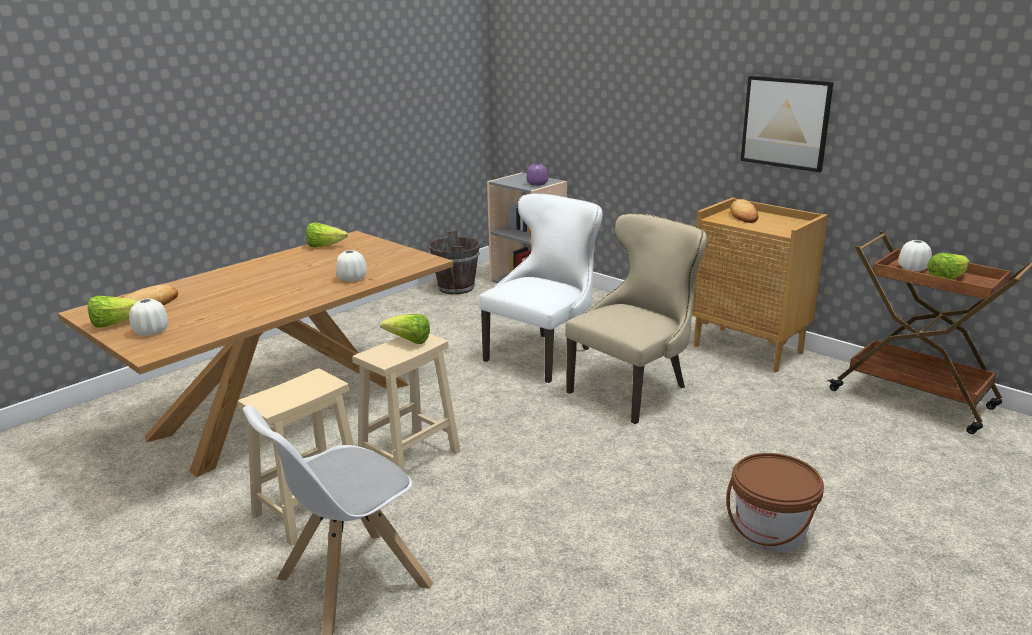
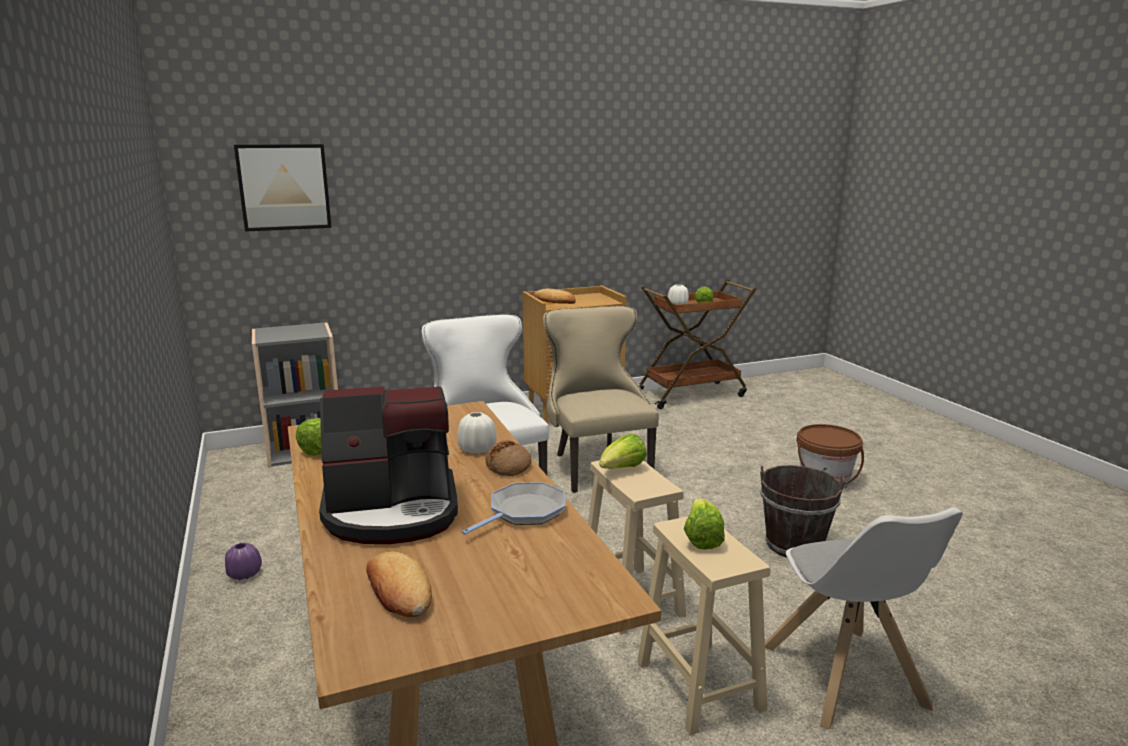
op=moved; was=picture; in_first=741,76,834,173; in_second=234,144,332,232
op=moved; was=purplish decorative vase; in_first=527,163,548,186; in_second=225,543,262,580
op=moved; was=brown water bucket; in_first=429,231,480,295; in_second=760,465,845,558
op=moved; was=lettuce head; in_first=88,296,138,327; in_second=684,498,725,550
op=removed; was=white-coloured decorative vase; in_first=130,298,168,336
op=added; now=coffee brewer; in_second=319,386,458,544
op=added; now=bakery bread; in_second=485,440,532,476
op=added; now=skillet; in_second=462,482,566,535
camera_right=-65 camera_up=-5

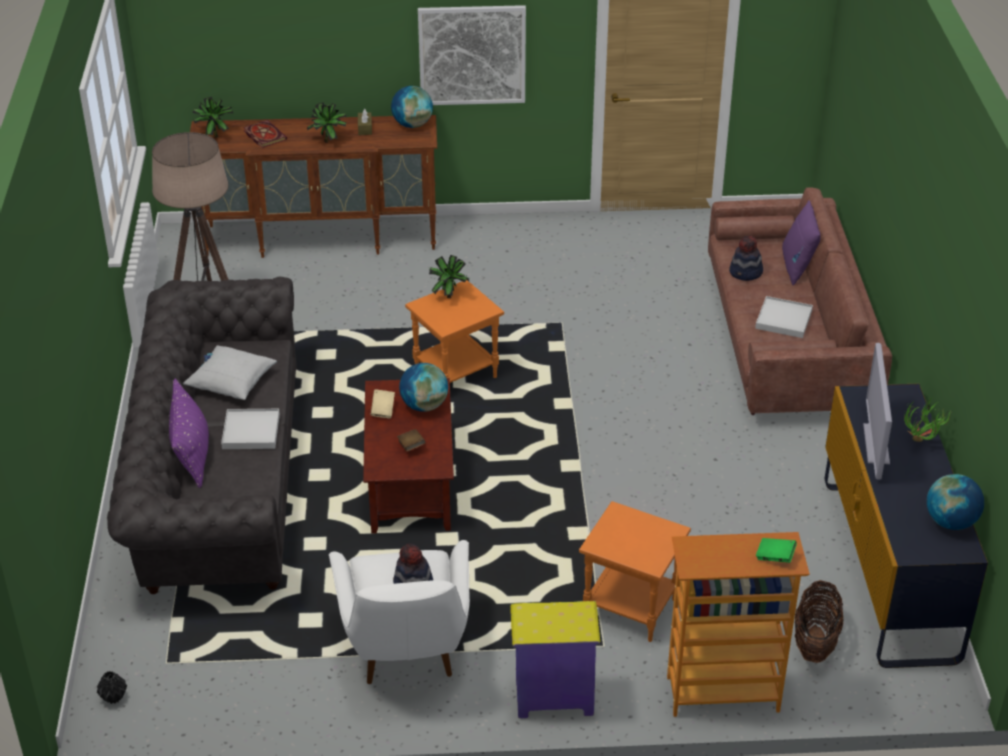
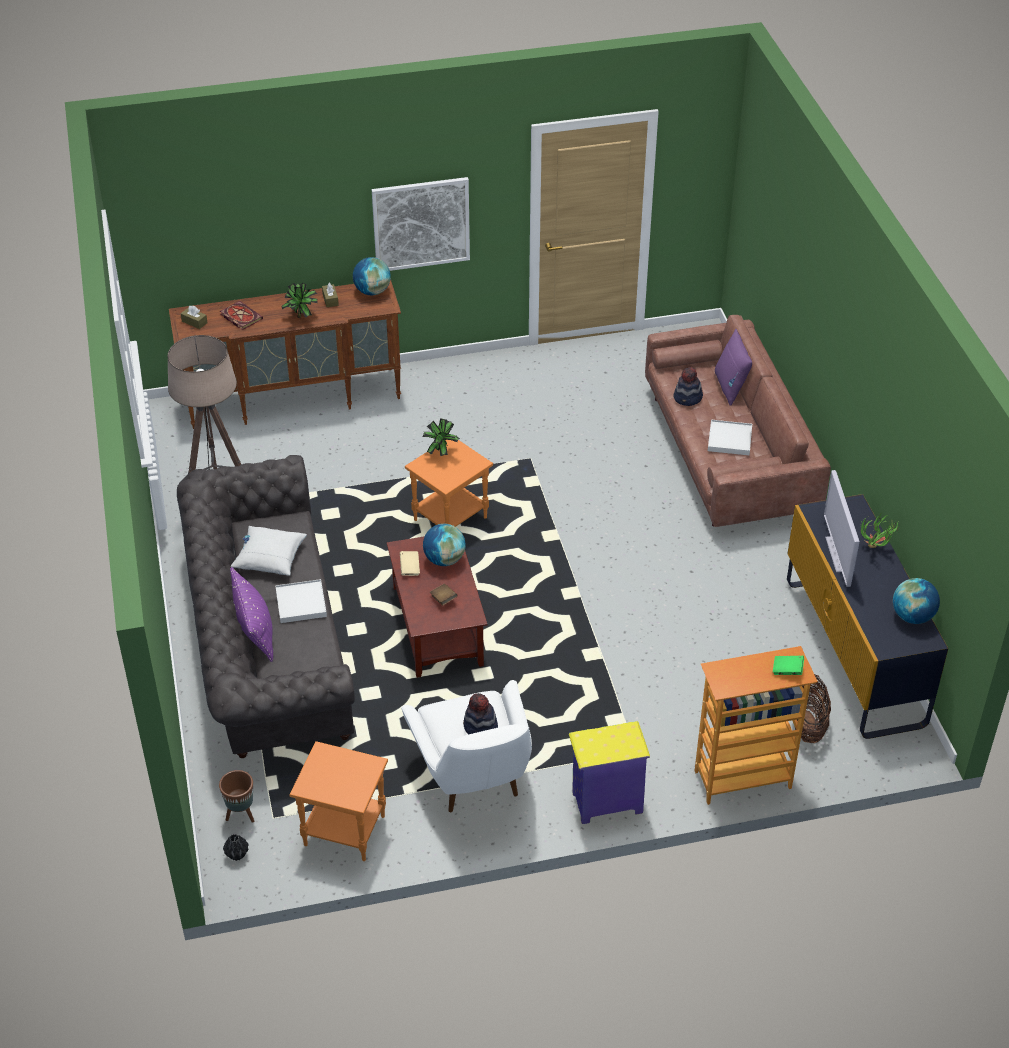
op=replaced; was=plant in a pot; now=brown tissue holder; in_first=192,97,233,138; in_second=181,305,207,329
op=moved; was=orangey end table; in_first=579,501,691,642; in_second=289,741,388,861
op=added; now=brown plant pot; in_second=219,770,254,823
camera_right=-10 camera_up=5

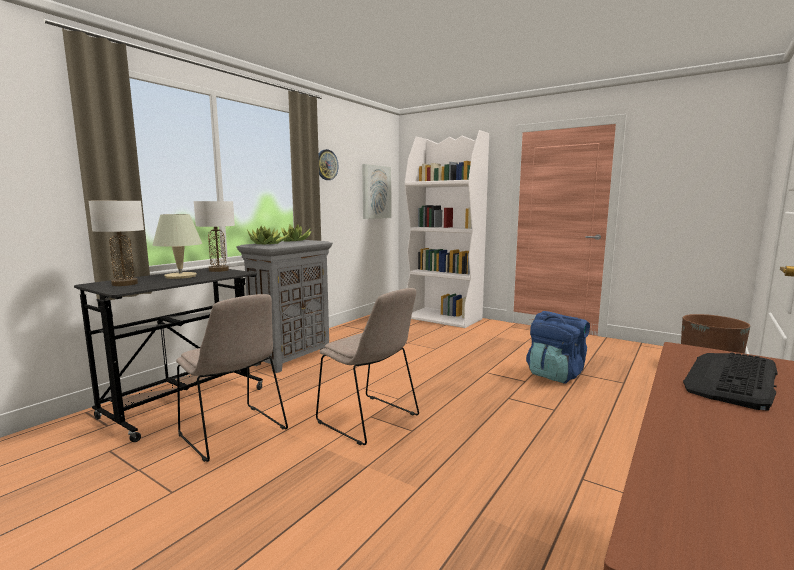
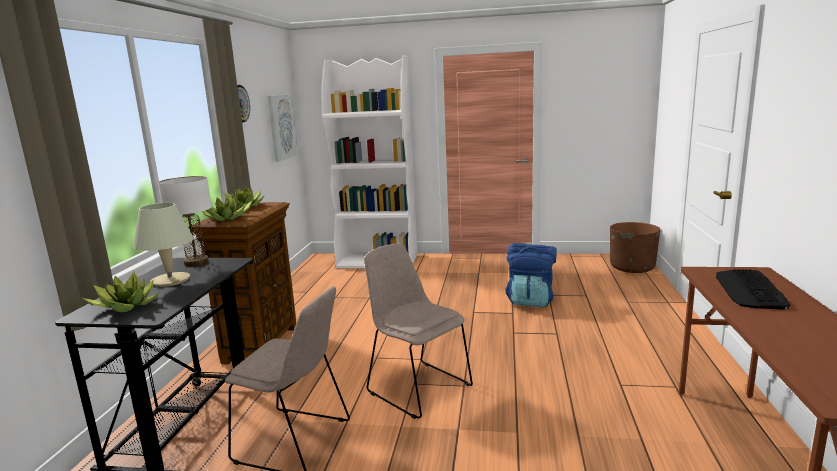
op=replaced; was=lamp for a table; now=plant in a pot; in_first=89,201,144,286; in_second=82,271,160,312
op=recoloured; was=gray cabinet; now=brown cabinet; in_first=236,240,333,373; in_second=188,202,296,364
op=turned; was=beige-coloured plain chair; in_first=316,288,419,445; in_second=364,244,473,419; clockwise=-150
camera_right=-25 camera_up=5

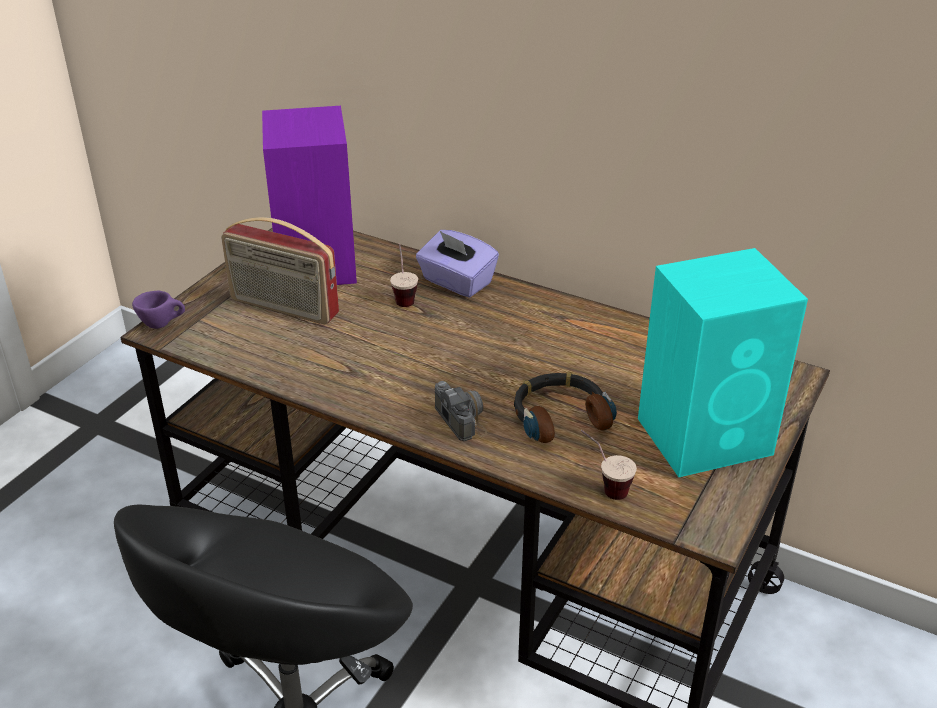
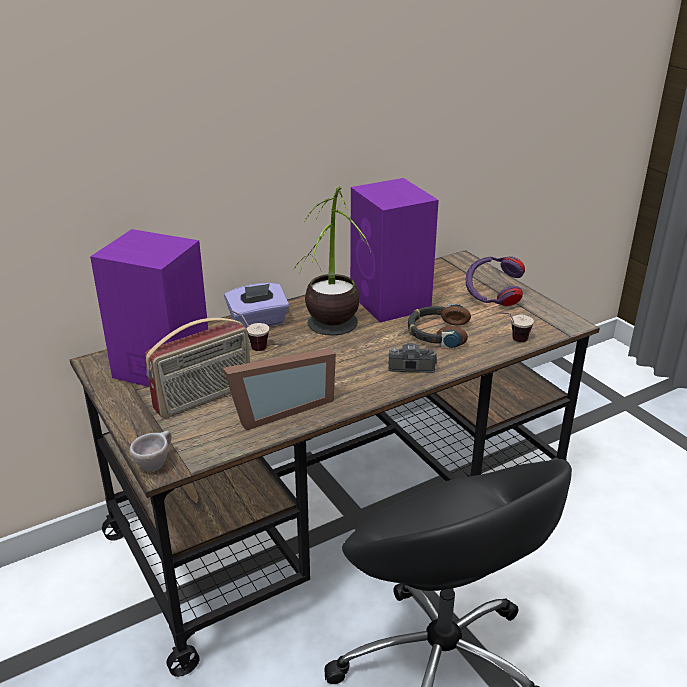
op=replaced; was=blue-green loudspeaker; now=purplish pair of headphones; in_first=638,248,808,477; in_second=466,256,525,306
op=recoloured; was=purplish drinking cup; now=beige-coloured drinking cup; in_first=132,291,185,329; in_second=130,431,172,471
op=added; now=purplish loudspeaker; in_second=350,178,439,323
op=added; now=plant in a pot; in_second=294,186,371,336
op=added; now=photo frame; in_second=223,348,336,431
camera_right=-60 camera_up=-5

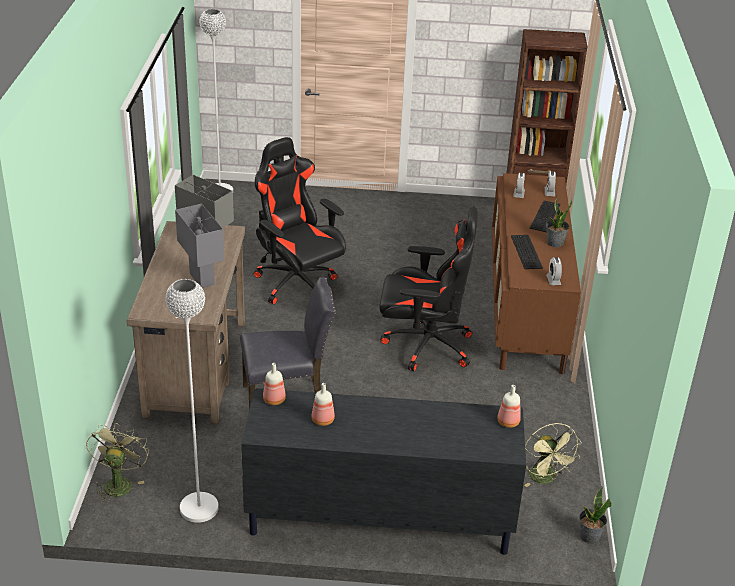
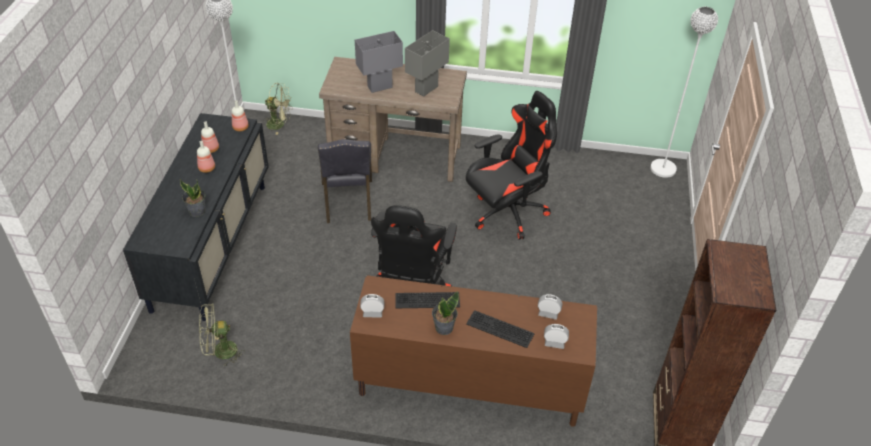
op=moved; was=beverage bottle; in_first=497,385,521,428; in_second=197,141,215,173
op=moved; was=plant in a pot; in_first=579,487,612,544; in_second=180,179,206,217
camera_right=95 camera_up=10

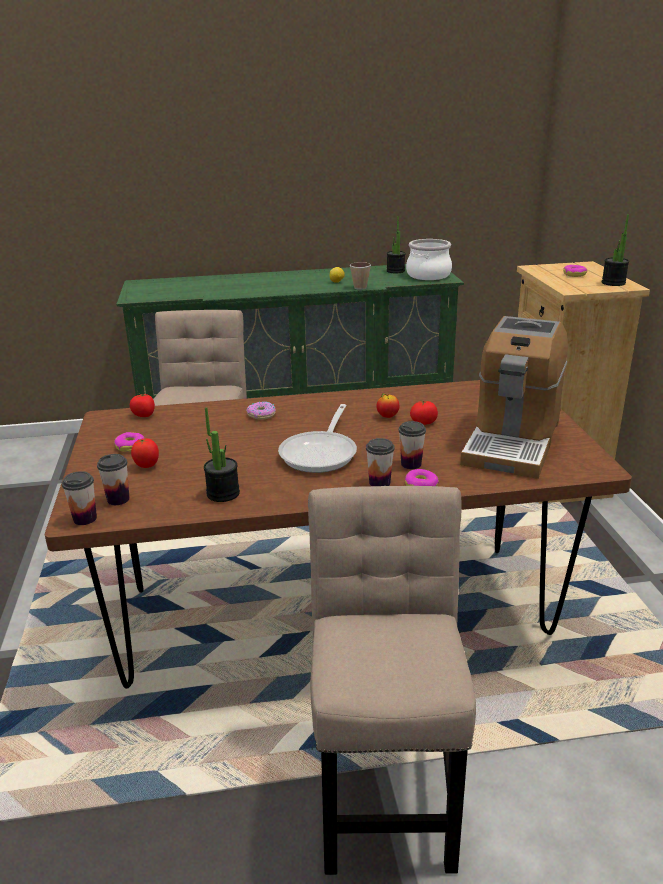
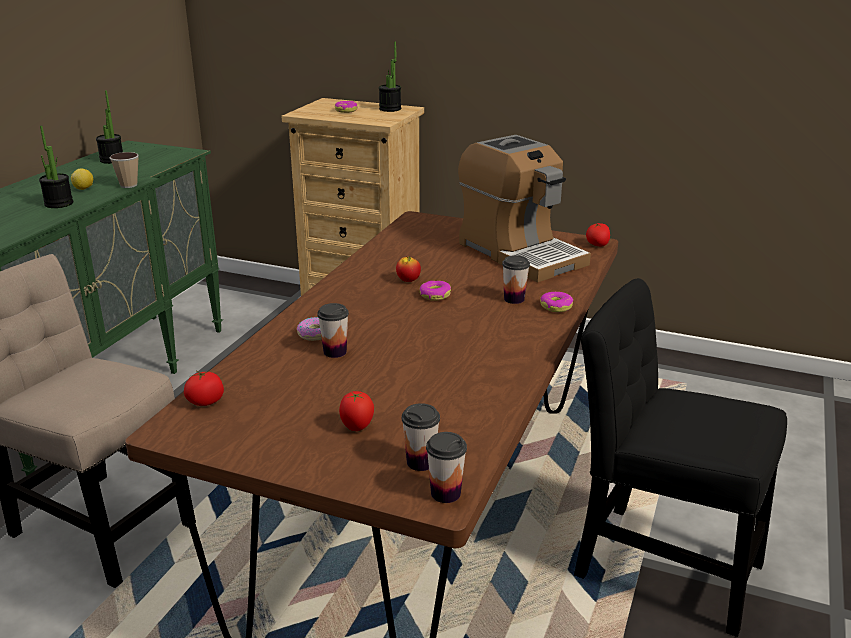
op=removed; was=stockpot; in_first=406,239,452,280
op=moved; was=tomato; in_first=410,400,438,425; in_second=586,223,610,246
op=removed; was=skillet; in_first=278,404,357,473
op=moved; was=plant in a pot; in_first=204,407,240,502; in_second=39,125,73,208
op=moved; was=ring doughnut; in_first=114,432,145,452; in_second=420,281,451,301
op=moved; was=drinking cup; in_first=366,438,395,486; in_second=317,303,349,358
op=recoloured; was=beige-coloured plain chair; now=black-coloured plain chair; in_first=308,486,476,875; in_second=574,278,787,637
camera_right=-60 camera_up=0

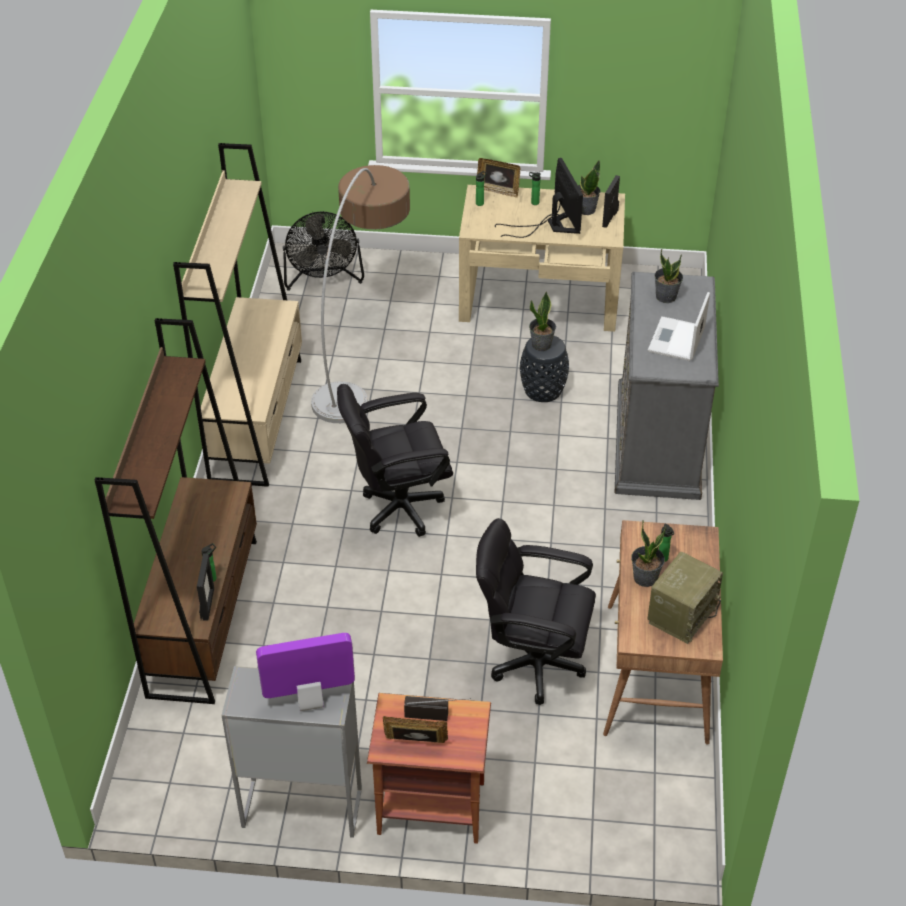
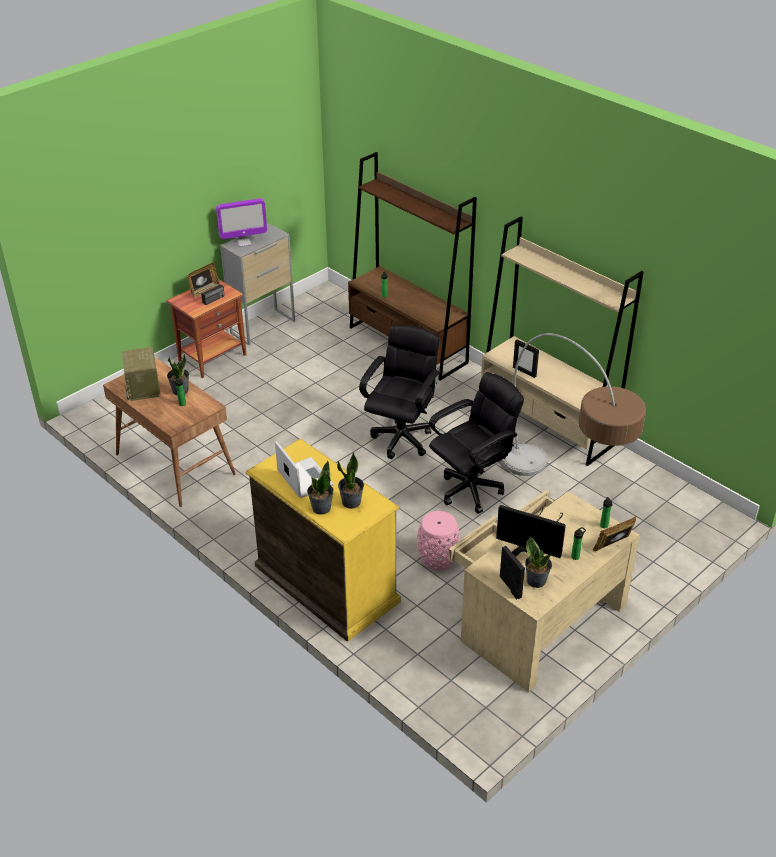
op=removed; was=black-coloured cooling fan; in_first=283,211,364,291
op=recoloured; was=gray dresser; now=yellow-coloured dresser; in_first=615,272,719,500; in_second=245,439,401,641
op=moved; was=plant in a pot; in_first=529,292,556,351; in_second=307,461,334,515
op=recoloured; was=black-coloured stool; now=pinkish stool; in_first=520,336,569,402; in_second=417,511,460,571
op=moved; was=black-coloured computer chair; in_first=476,518,596,705; in_second=429,372,524,514
op=moved; was=photo frame; in_first=197,554,214,621; in_second=513,339,539,378
op=turned; was=computer display; in_first=256,633,355,711; in_second=216,198,267,247; clockwise=45
camera_right=130 camera_up=-5

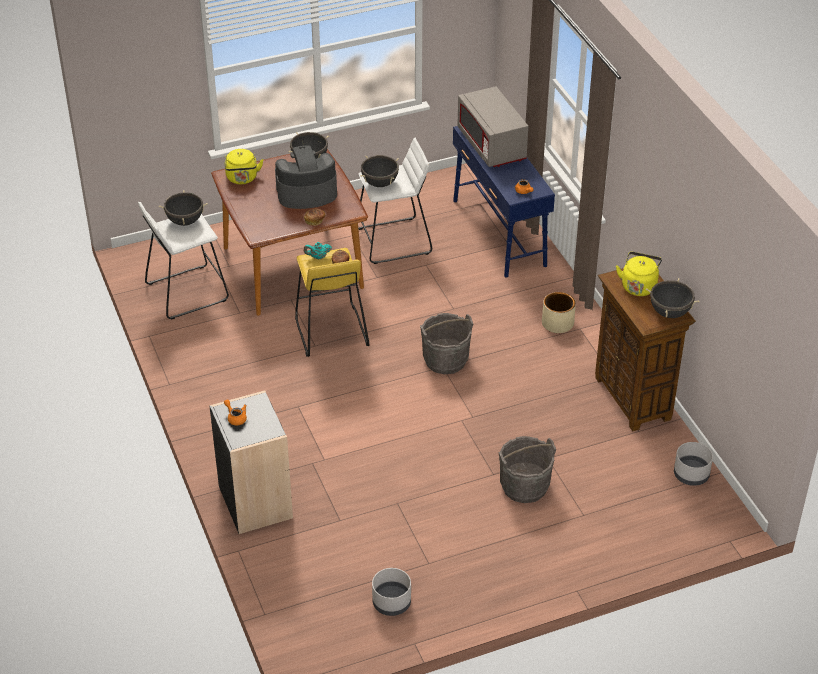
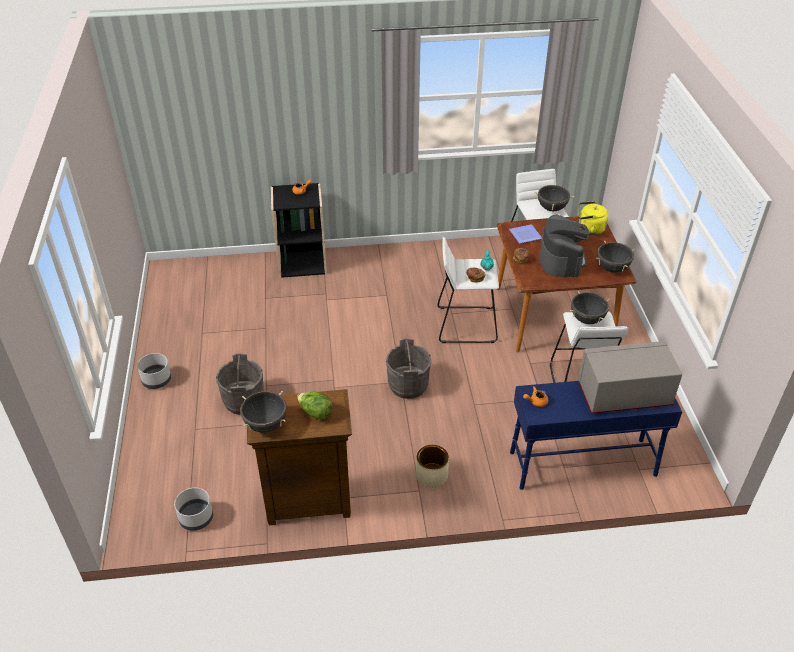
op=recoloured; was=yellow-coloured stool; now=white-coloured stool; in_first=295,248,369,357; in_second=437,237,499,343
op=replaced; was=yellow-coloured kettle; now=lettuce head; in_first=616,252,662,296; in_second=297,392,332,420
op=moved; was=gray plant pot; in_first=372,568,411,616; in_second=137,353,171,389
op=added; now=flat dish; in_second=509,224,542,243
camera_right=105 camera_up=0

